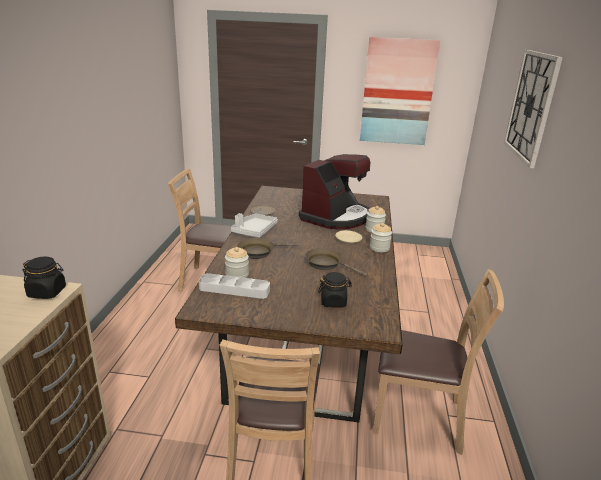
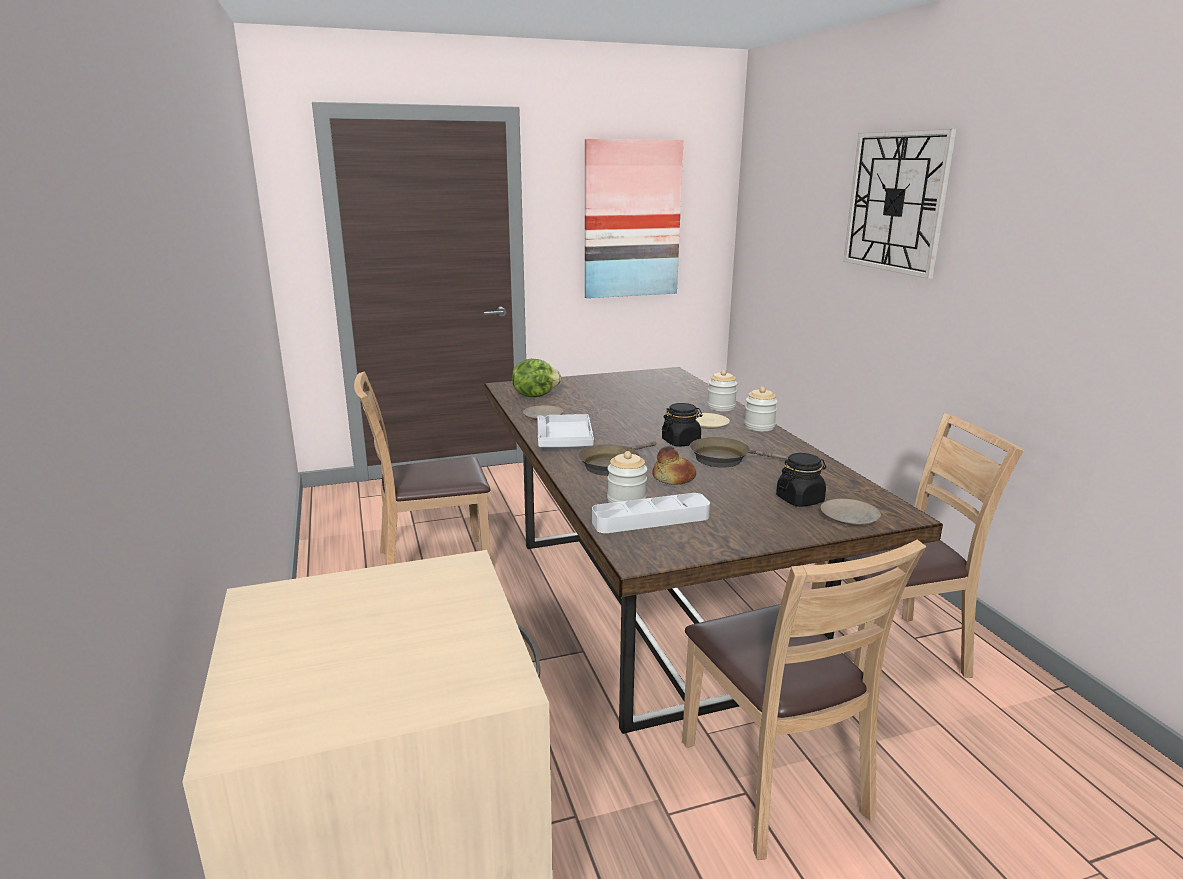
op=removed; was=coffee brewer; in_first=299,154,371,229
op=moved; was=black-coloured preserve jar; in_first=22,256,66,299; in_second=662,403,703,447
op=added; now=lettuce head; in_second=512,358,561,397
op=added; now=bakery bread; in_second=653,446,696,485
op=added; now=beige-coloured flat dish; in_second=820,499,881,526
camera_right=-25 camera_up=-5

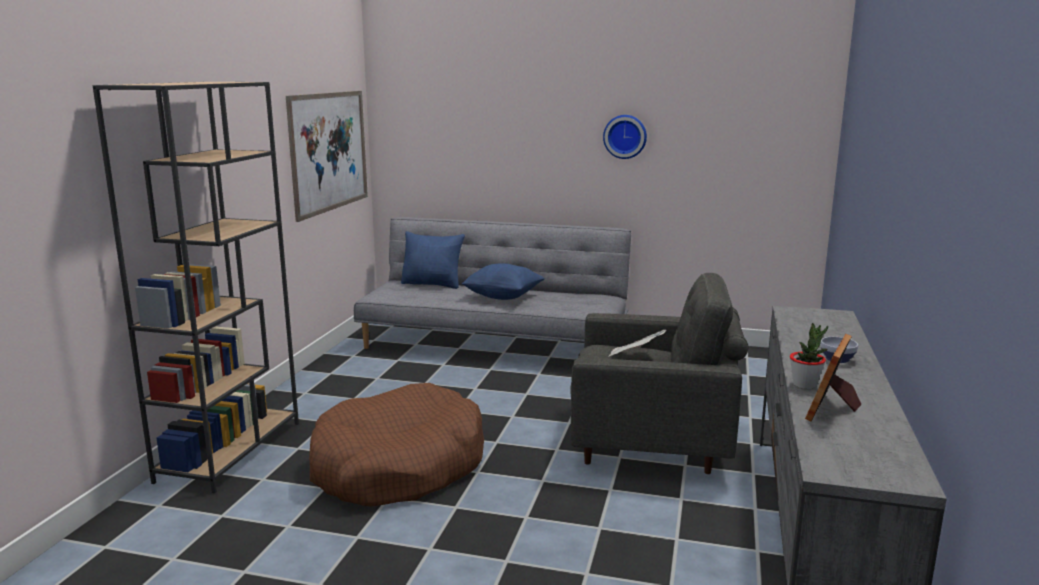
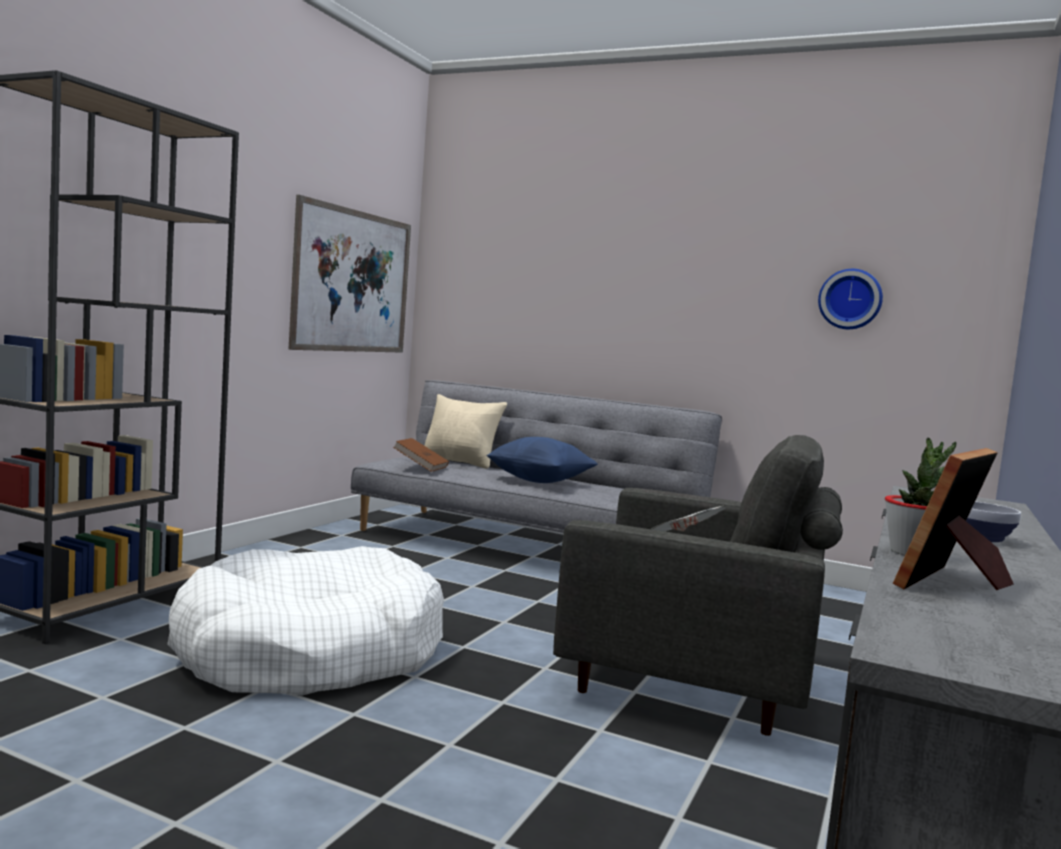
op=moved; was=clock on the wall; in_first=603,115,647,159; in_second=818,269,883,329
op=recoloured; was=blue-coloured throw pillow; now=beige-coloured throw pillow; in_first=401,231,465,289; in_second=425,394,507,469
op=recoloured; was=brown dog bed; now=white-coloured dog bed; in_first=309,383,484,507; in_second=167,546,444,696
op=added; now=brown bound book; in_second=393,438,449,472
camera_right=10 camera_up=-10

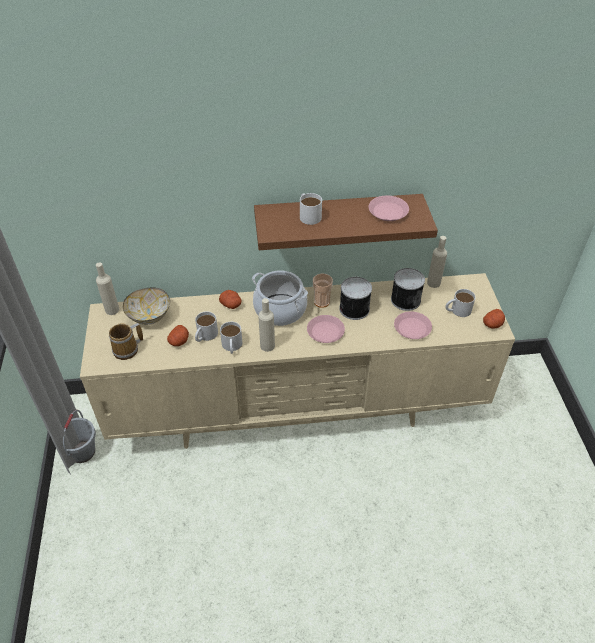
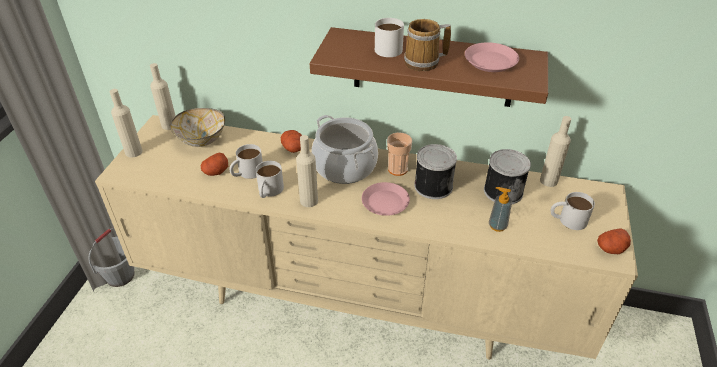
op=replaced; was=pinkish flat dish; now=liquid soap bottle; in_first=394,311,432,339; in_second=489,187,512,232
op=moved; was=mug; in_first=109,323,143,360; in_second=404,19,451,71
op=added; now=beige-coloured beverage bottle; in_second=110,89,142,158
camera_right=20 camera_up=-5

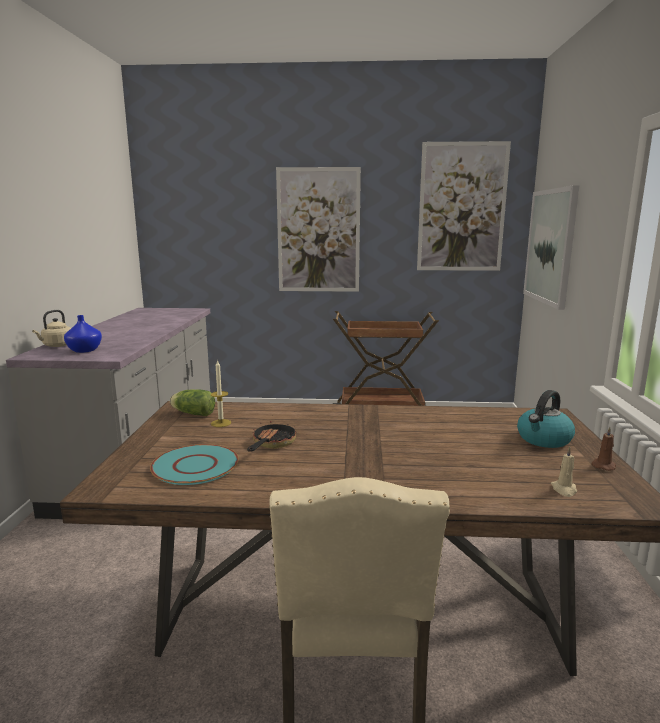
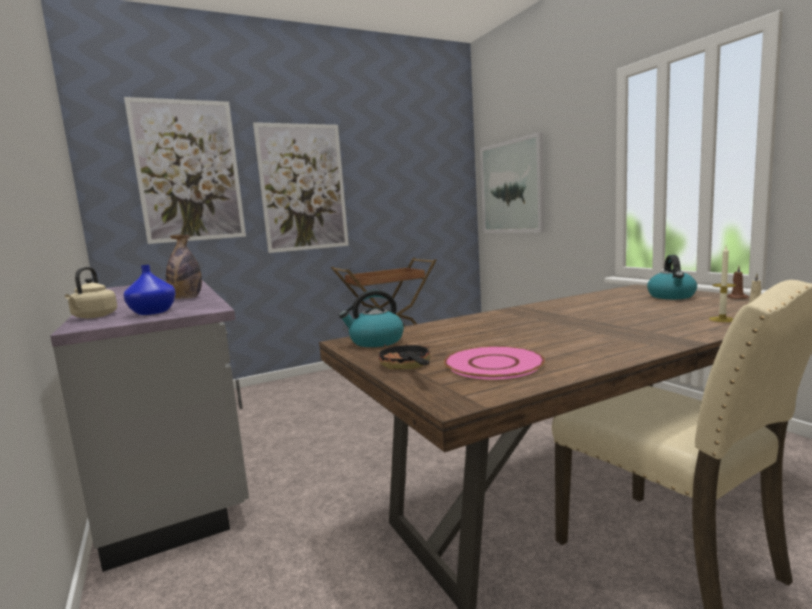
op=moved; was=picture; in_first=417,141,511,271; in_second=124,97,246,244
op=moved; was=candle; in_first=211,360,231,427; in_second=709,246,736,322
op=replaced; was=lettuce head; now=kettle; in_first=170,390,215,416; in_second=339,290,404,347
op=moved; was=skillet; in_first=247,421,296,452; in_second=377,344,430,370
op=recoloured; was=blue-green flat dish; now=pinkish flat dish; in_first=150,444,239,485; in_second=444,346,545,380
op=added; now=beverage bottle; in_second=166,234,202,299
camera_right=-30 camera_up=-5

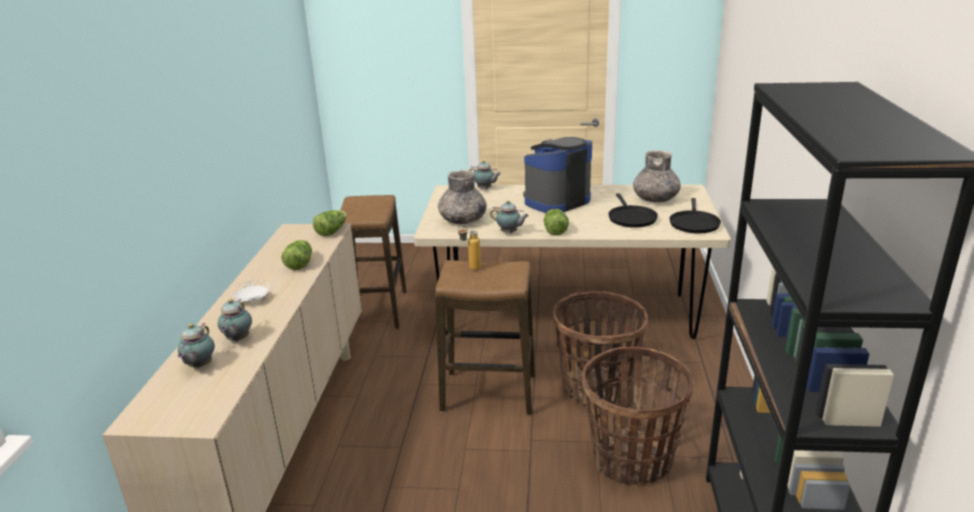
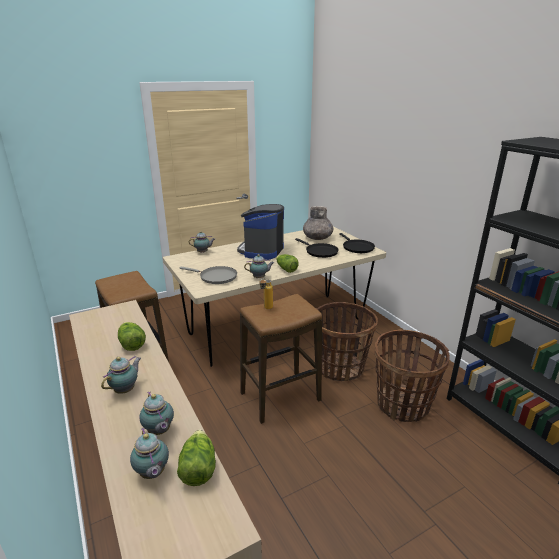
op=replaced; was=gray decorative vase; now=gray skillet; in_first=438,170,487,224; in_second=180,266,237,284
op=moved; was=lettuce head; in_first=313,210,347,236; in_second=177,429,216,486
op=replaced; was=white-coloured flat dish; now=teapot; in_first=231,280,270,302; in_second=101,356,141,394
camera_right=-35 camera_up=0

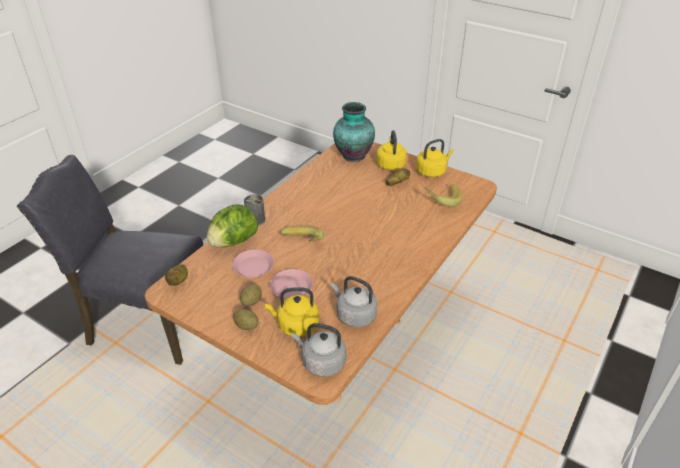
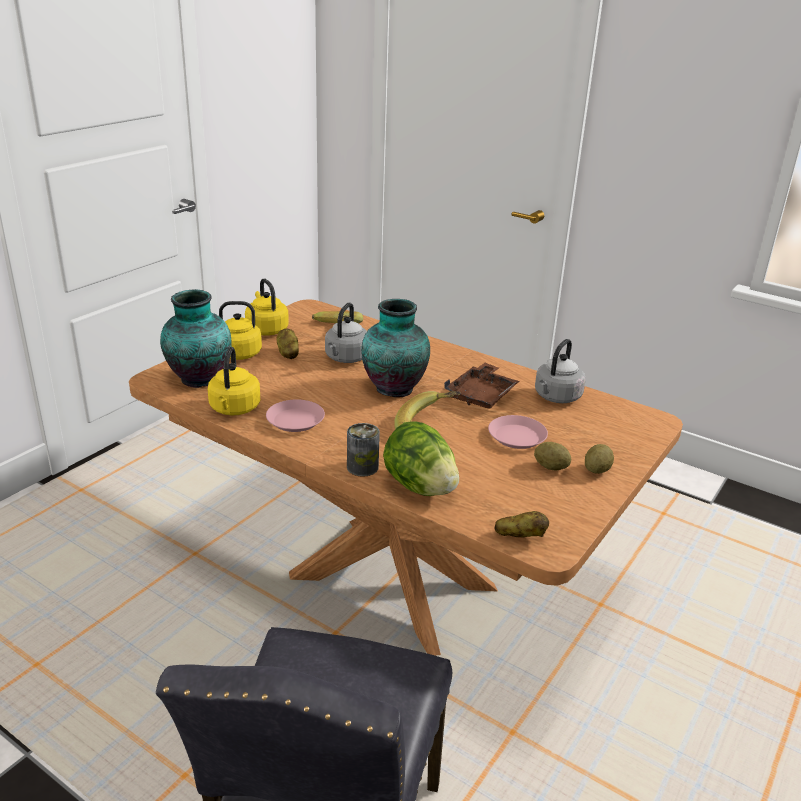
op=moved; was=pinkish flat dish; in_first=232,249,274,278; in_second=266,399,325,432
op=moved; was=yellow-coloured kettle; in_first=265,287,319,337; in_second=208,347,260,415
op=moved; was=gray kettle; in_first=292,323,346,377; in_second=325,302,367,363
op=added; now=decorative vase; in_second=361,299,430,397
op=added; now=brown serving tray; in_second=444,363,520,409
camera_right=-90 camera_up=-10

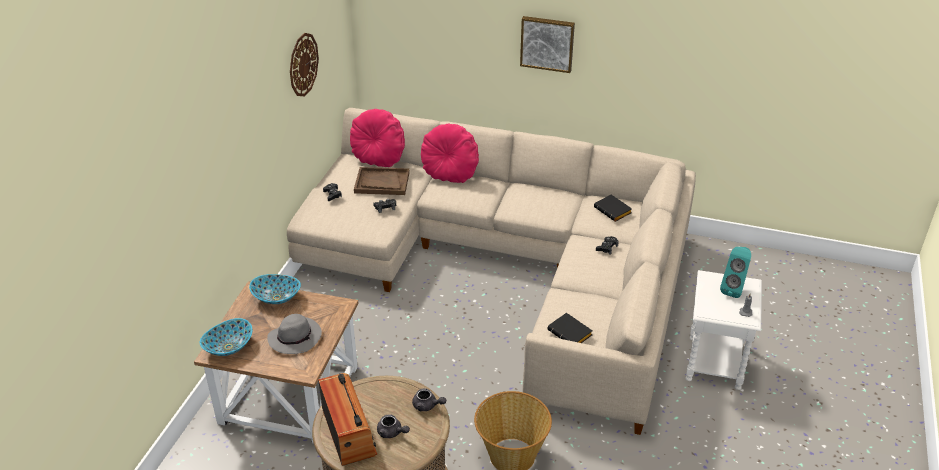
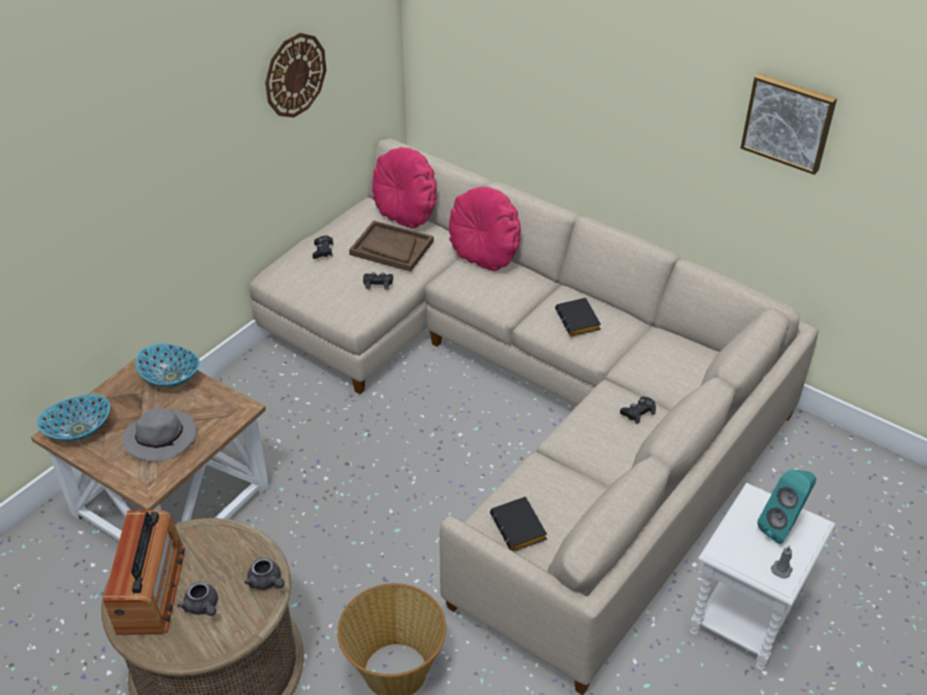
op=moved; was=picture; in_first=520,16,575,73; in_second=741,73,837,175
op=moved; was=black-coloured bound book; in_first=594,195,632,222; in_second=555,298,601,337
camera_right=20 camera_up=5

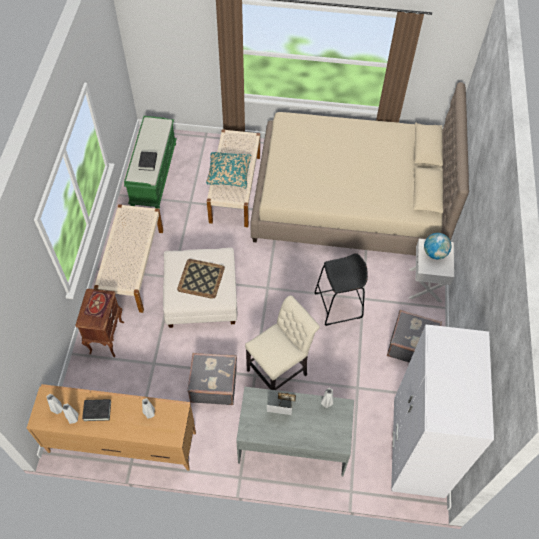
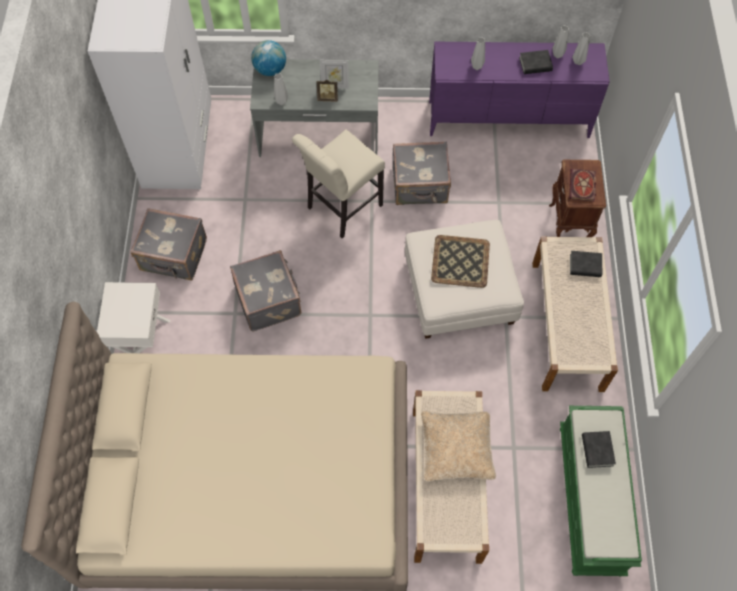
op=recoloured; was=blue-green throw pillow; now=beige-coloured throw pillow; in_first=206,152,252,188; in_second=421,411,496,481
op=moved; was=globe; in_first=424,233,451,259; in_second=251,40,286,76
op=replaced; was=black-coloured stool; now=gray travel case; in_first=315,253,368,326; in_second=230,250,301,331
op=recoloured; was=brown dresser; now=purplish dresser; in_first=26,384,196,471; in_second=429,42,610,138
op=added; now=black-coloured bound book; in_second=570,251,602,277
camera_right=175 camera_up=5

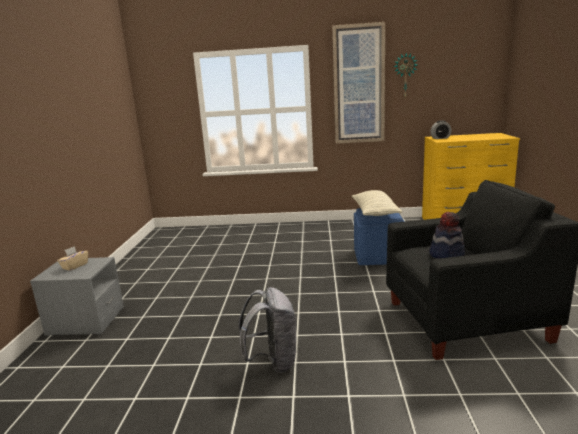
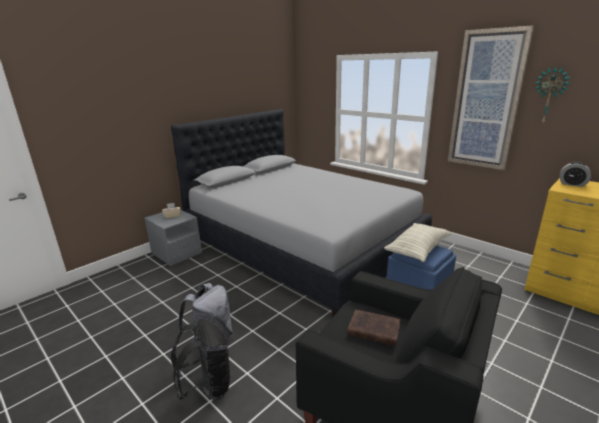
op=replaced; was=hat; now=brown bound book; in_first=429,212,465,259; in_second=347,309,401,346
op=added; now=gray sleeping bed; in_second=171,109,432,317
op=added; now=black-coloured backpack; in_second=171,319,231,400
camera_right=40 camera_up=5

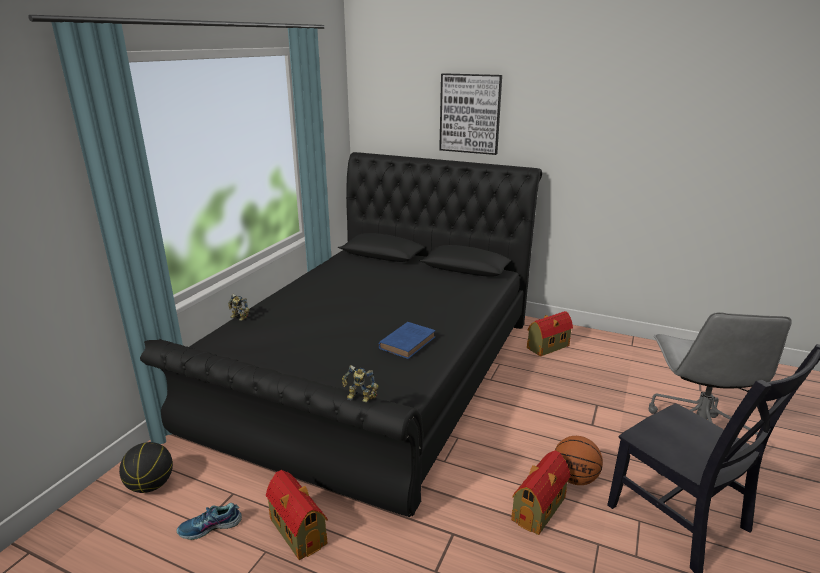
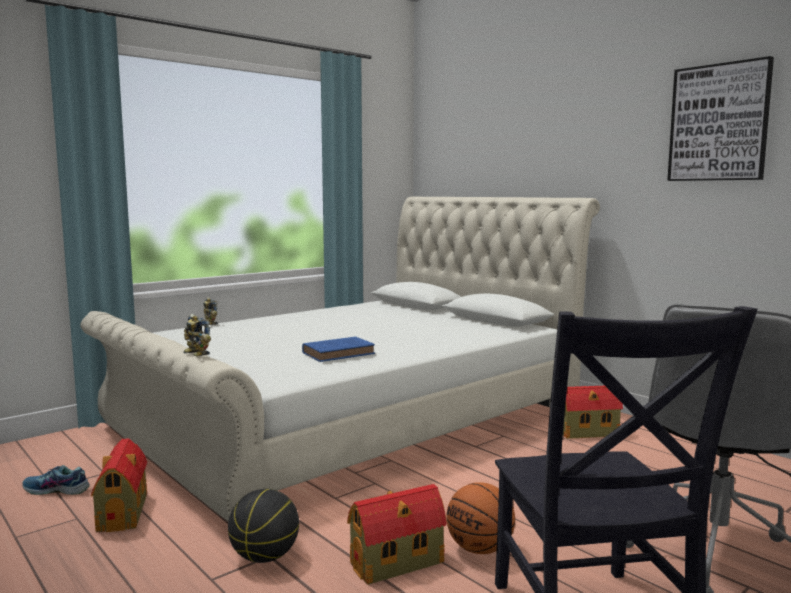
op=moved; was=picture; in_first=439,73,502,155; in_second=667,56,774,181
op=recoloured; was=black-coloured sleeping bed; now=beige-coloured sleeping bed; in_first=140,152,542,517; in_second=80,197,600,521
op=moved; was=ball for basketball; in_first=119,442,173,493; in_second=228,489,299,563
camera_right=25 camera_up=-15

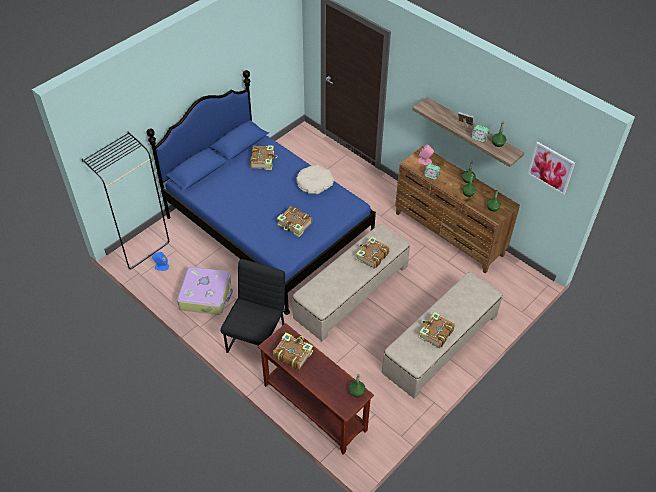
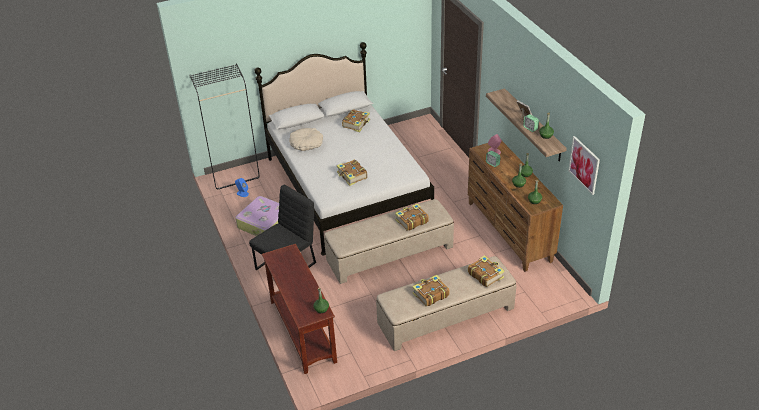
op=recoloured; was=blue-coloured sleeping bed; now=white-coloured sleeping bed; in_first=147,70,376,315; in_second=254,42,434,256
op=moved; was=beige-coloured throw pillow; in_first=296,165,334,194; in_second=289,128,323,151
op=moved; was=bound book; in_first=273,333,313,370; in_second=468,255,504,287
camera_right=25 camera_up=-10

